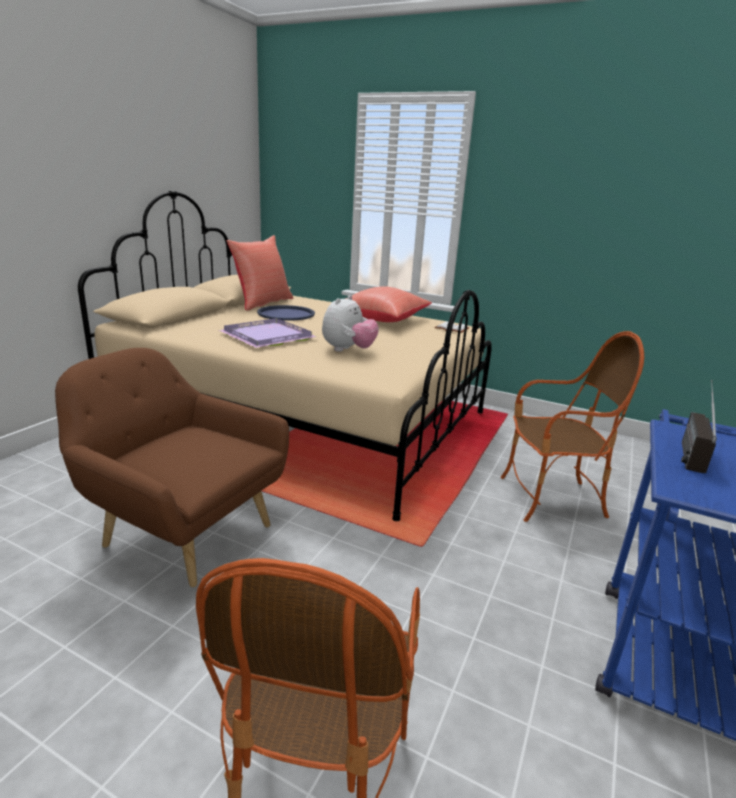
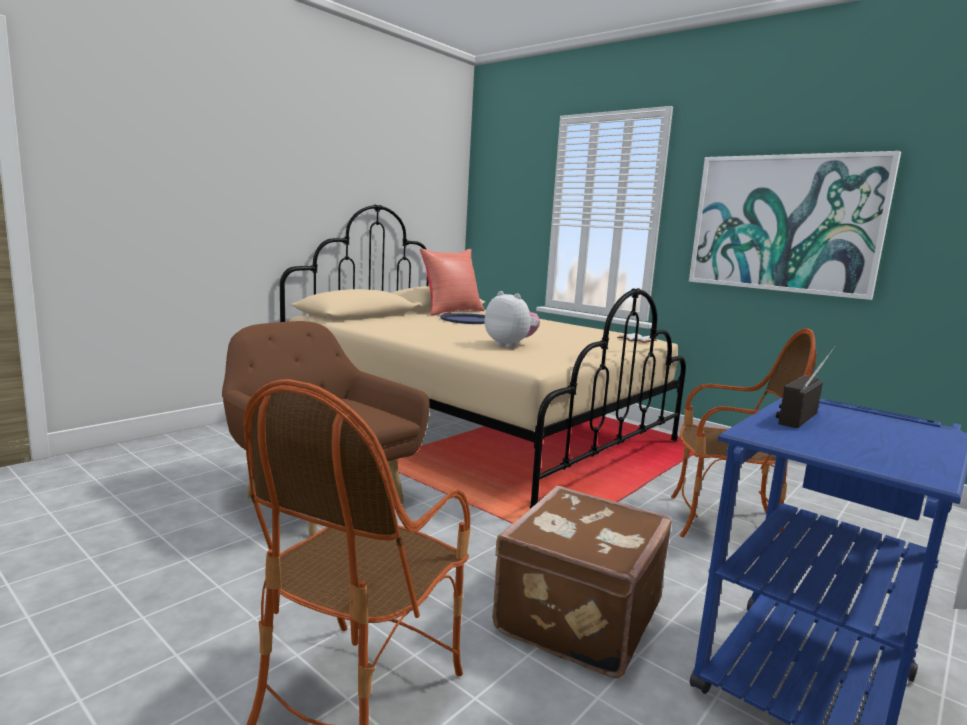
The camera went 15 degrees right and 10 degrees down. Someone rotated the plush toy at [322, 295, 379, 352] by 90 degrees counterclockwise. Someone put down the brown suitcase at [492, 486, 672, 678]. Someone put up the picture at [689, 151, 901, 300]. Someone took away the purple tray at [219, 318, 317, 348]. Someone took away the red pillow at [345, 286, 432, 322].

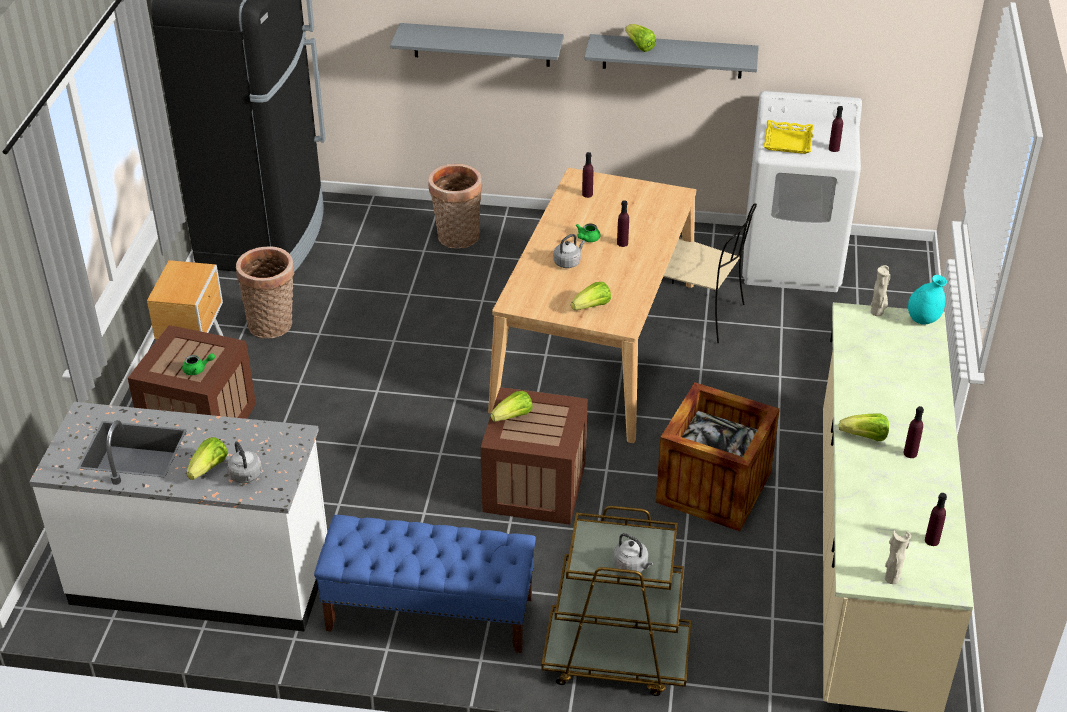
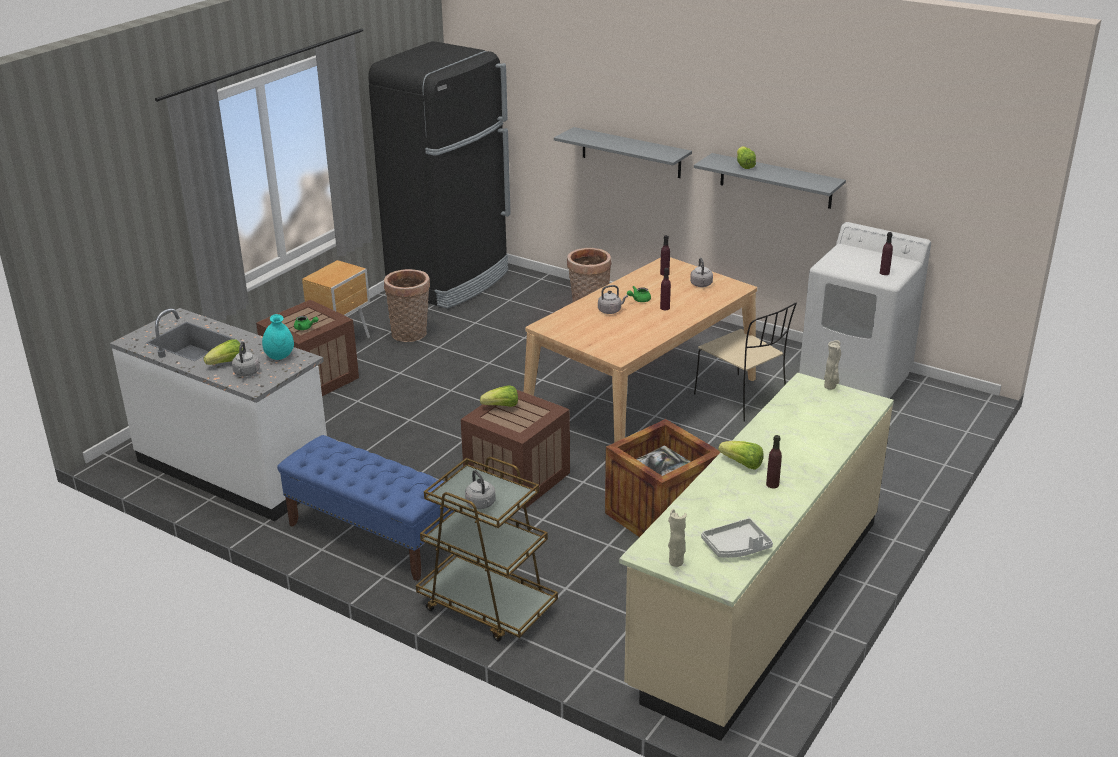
The camera went 25 degrees right and 10 degrees down. Someone carried the turquoise vase from [908, 275, 947, 325] to [262, 314, 294, 360]. Someone put down the grey kettle at [690, 258, 713, 287]. Someone swapped the purple bottle at [925, 493, 947, 546] for the grey tray at [701, 518, 773, 558]. Someone took away the lettuce at [571, 282, 611, 310]. Someone took away the yellow tray at [763, 120, 814, 154].

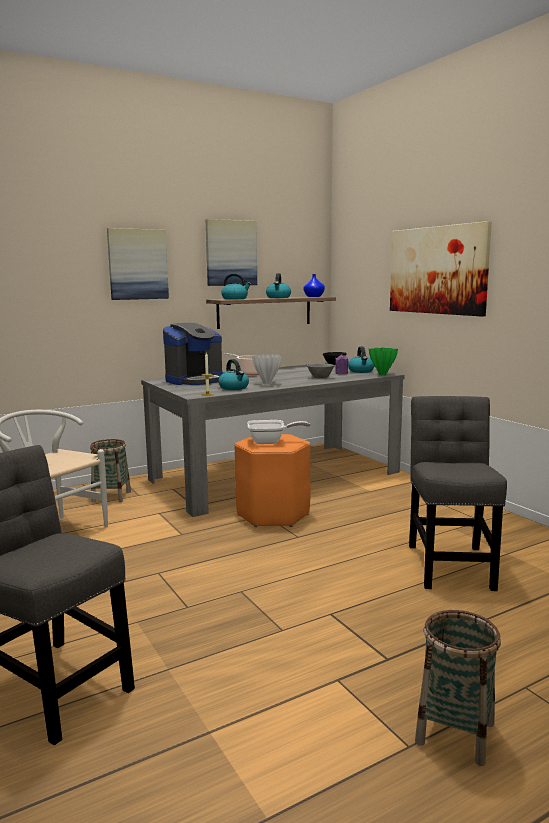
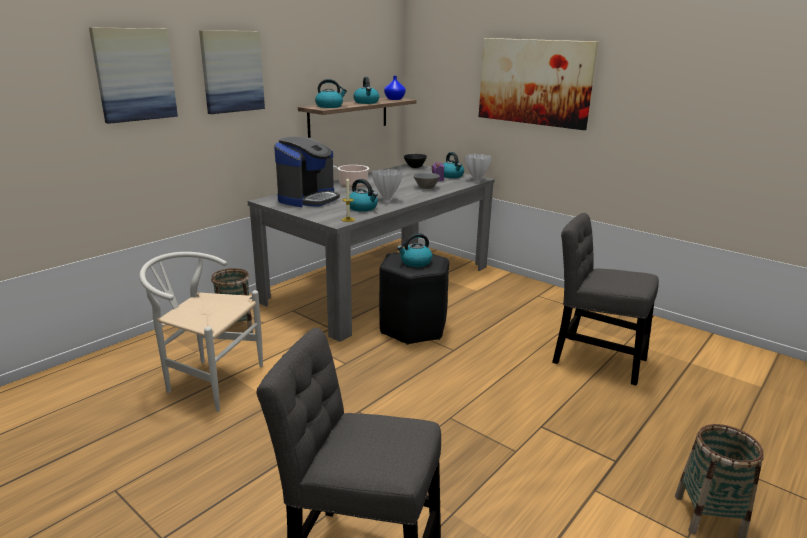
The camera went 20 degrees left and 10 degrees up. Someone carried the picture from [206, 219, 257, 286] to [89, 27, 178, 124]. Someone repainted the orange stool at [234, 434, 311, 527], which became the black stool at [379, 252, 449, 345]. Someone swapped the frying pan at [247, 420, 310, 444] for the kettle at [397, 233, 432, 267]. Someone repainted the green vase at [369, 348, 398, 376], which became the white vase at [465, 154, 492, 182]. Someone rotated the grey chair at [409, 396, 507, 591] by 45 degrees counterclockwise.

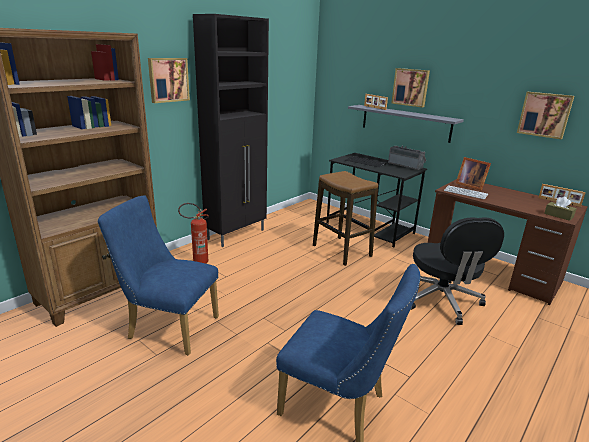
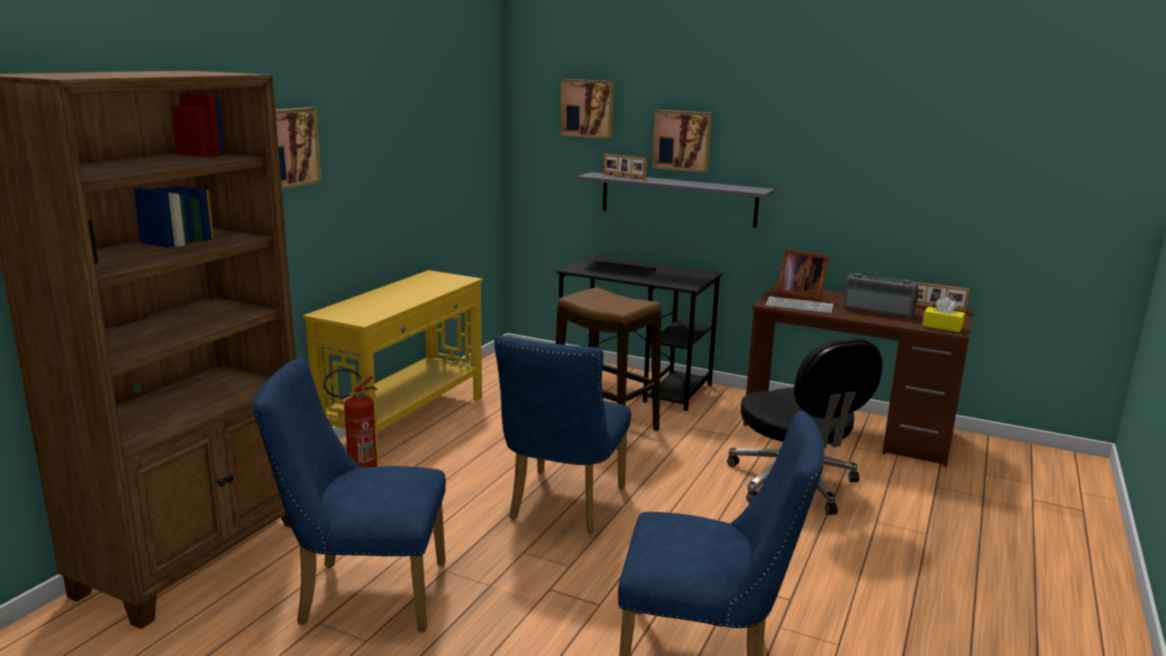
The camera went 15 degrees left and 5 degrees down. Someone swapped the black cabinet at [193, 14, 269, 247] for the yellow console table at [303, 270, 483, 464]. Someone put down the blue chair at [494, 335, 631, 534]. Someone carried the picture from [517, 92, 574, 139] to [560, 79, 615, 139]. Someone carried the radio from [388, 146, 426, 170] to [843, 272, 919, 317]. Someone repainted the brown tissue box at [544, 197, 577, 221], which became the yellow tissue box at [922, 297, 965, 332].

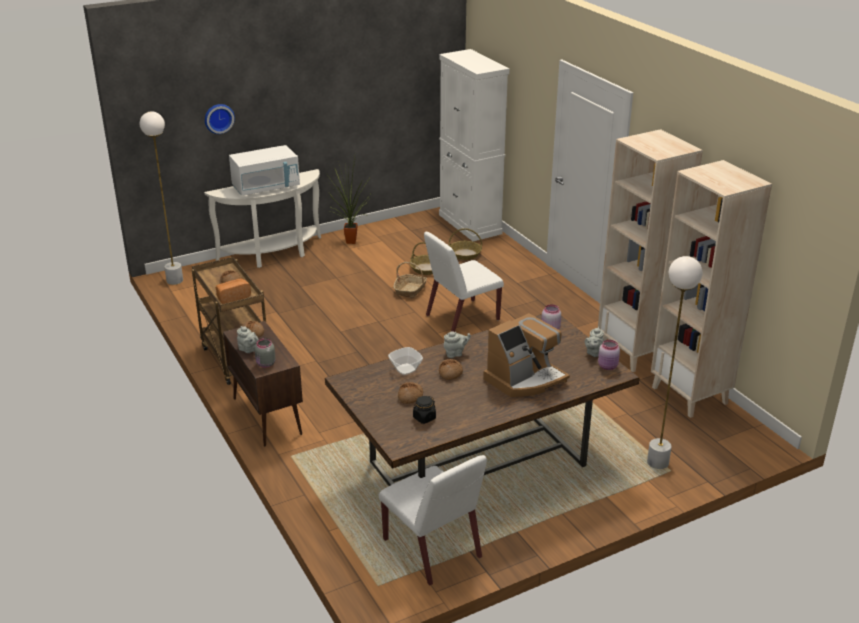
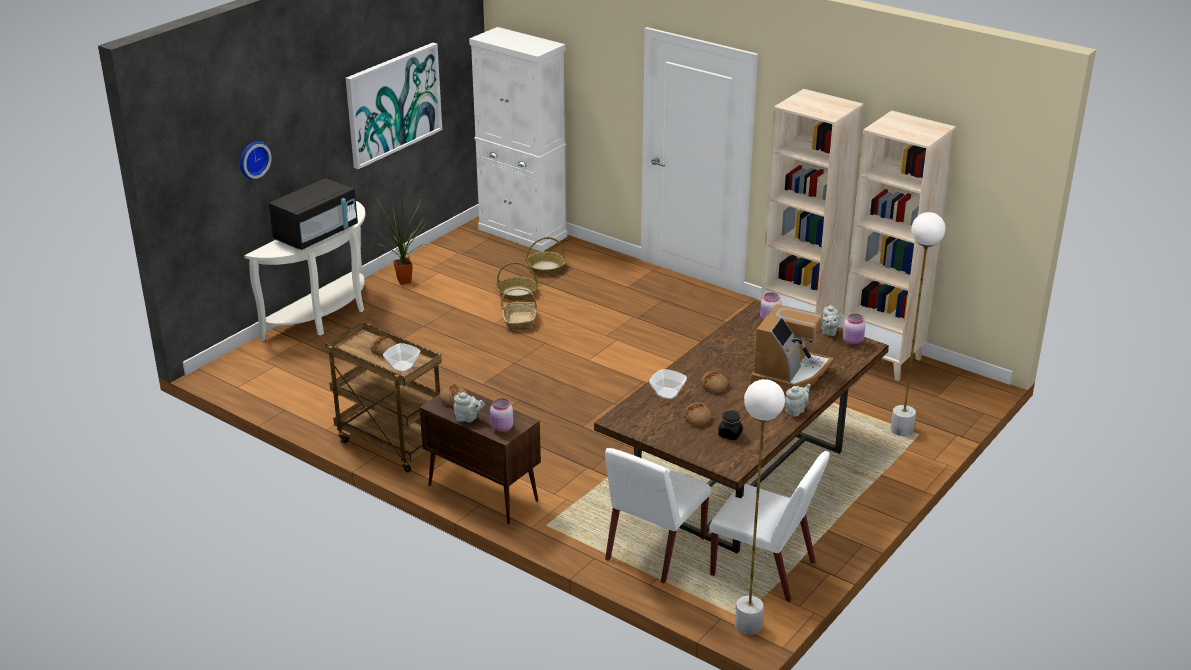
The camera went 25 degrees left and 0 degrees up. Someone repainted the white microwave at [229, 145, 300, 196], which became the black microwave at [269, 178, 358, 250]. Someone put up the picture at [346, 43, 442, 169]. Someone swapped the bread at [216, 278, 251, 304] for the bowl at [383, 343, 421, 372]. Someone repainted the grey jar at [255, 338, 276, 368], which became the pink jar at [490, 398, 513, 432]. Someone carried the white chair from [424, 232, 504, 332] to [605, 448, 711, 584]. Someone carried the white floor lamp from [139, 111, 183, 285] to [735, 379, 785, 635]. Someone carried the grey teapot from [444, 331, 471, 358] to [785, 384, 810, 417].

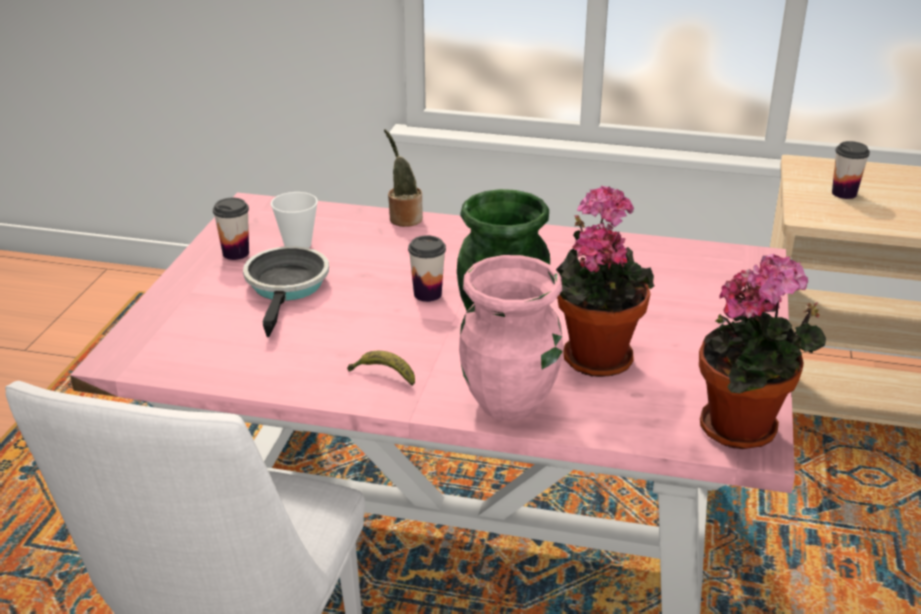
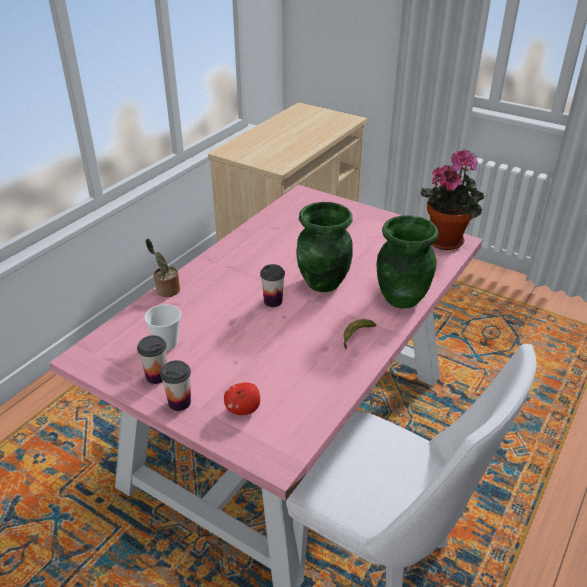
The camera went 70 degrees left and 5 degrees up. Someone carried the cup from [832, 141, 870, 199] to [160, 360, 191, 411]. Someone put down the apple at [224, 382, 260, 415]. Someone repainted the pink vase at [459, 255, 563, 421], which became the green vase at [377, 215, 439, 309]. Someone took away the frying pan at [243, 246, 329, 337]. Someone took away the potted plant at [556, 186, 655, 377].

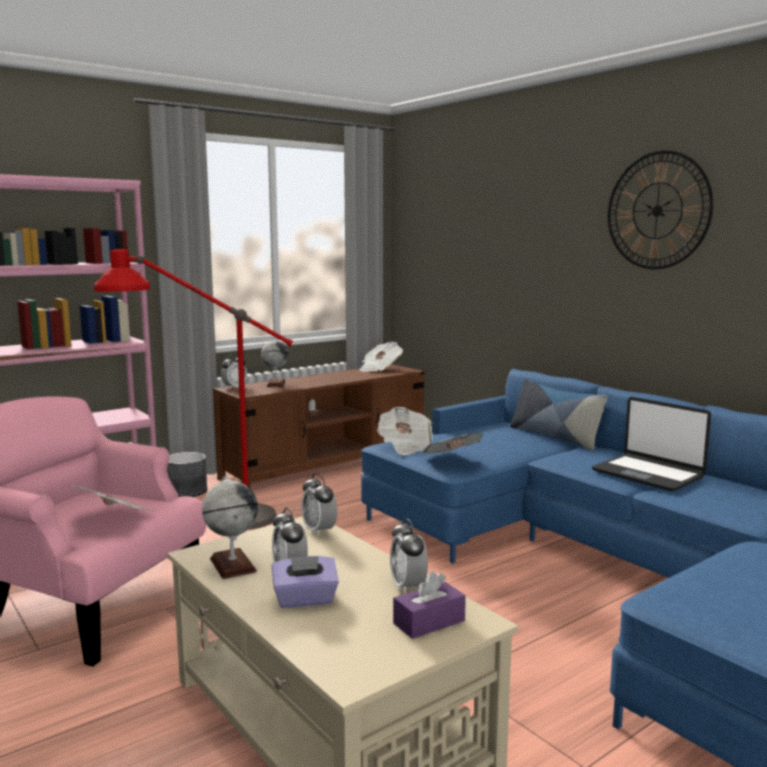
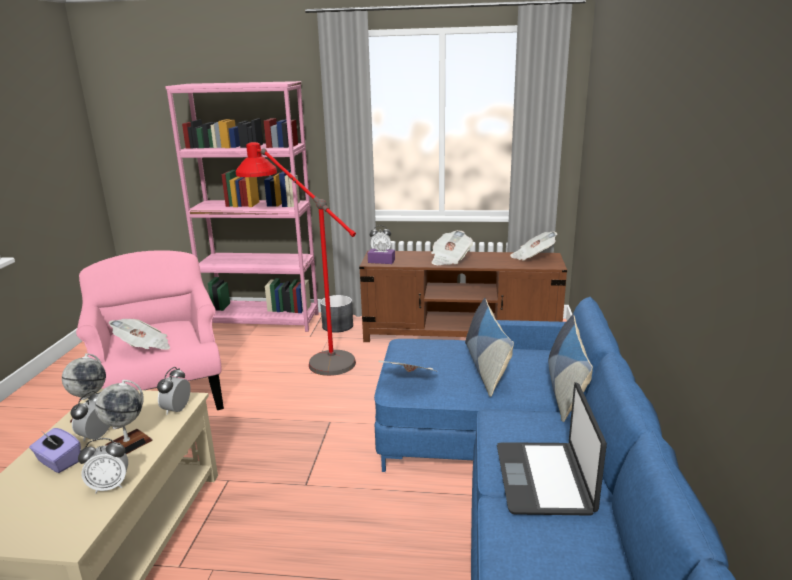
The camera went 45 degrees right and 10 degrees up. Someone rotated the alarm clock at [390, 518, 428, 594] by 135 degrees counterclockwise. Someone carried the globe from [261, 338, 289, 387] to [95, 380, 153, 454]. Someone carried the purple tissue box from [393, 571, 466, 639] to [368, 241, 395, 264]. Someone carried the newspaper from [377, 407, 433, 455] to [431, 230, 473, 265]. Someone put down the pillow at [465, 298, 514, 397]. Someone took away the wall clock at [608, 150, 713, 269].

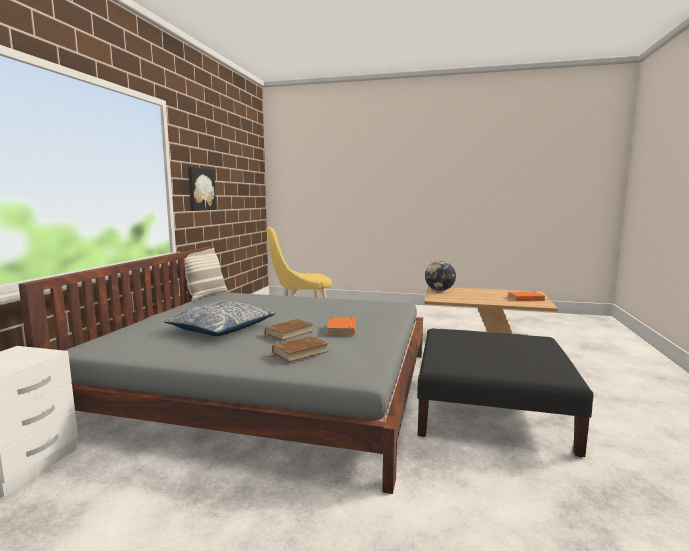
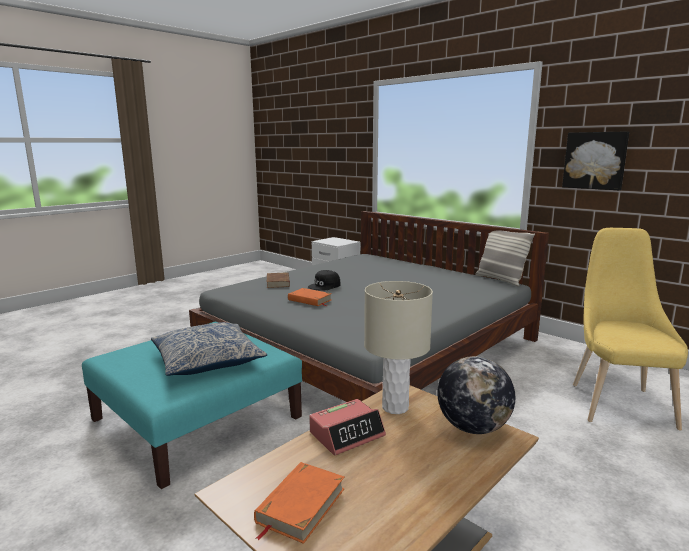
The camera went 120 degrees right and 5 degrees up. Someone repainted the black ottoman at [417, 328, 594, 457], which became the turquoise ottoman at [82, 322, 302, 489]. Someone carried the pillow from [164, 301, 276, 336] to [151, 322, 267, 376]. Someone swapped the brown book at [263, 319, 313, 341] for the black cap at [308, 270, 340, 291]. Someone put down the alarm clock at [309, 399, 386, 455]. Someone put down the beige table lamp at [364, 281, 433, 414].

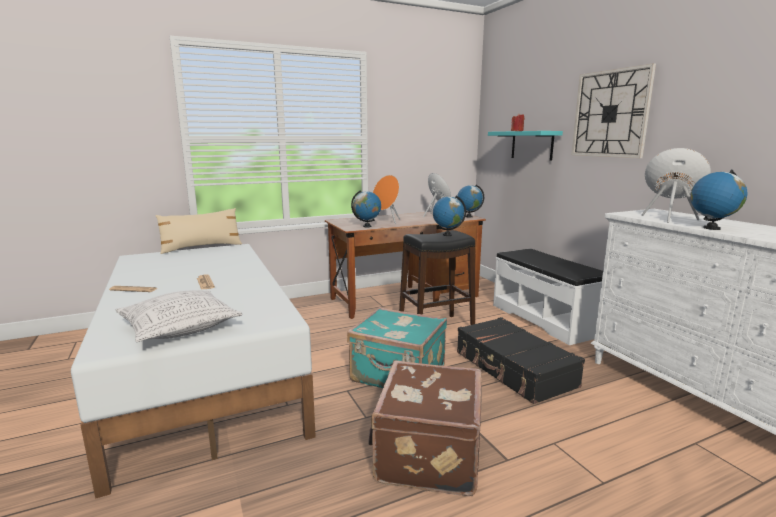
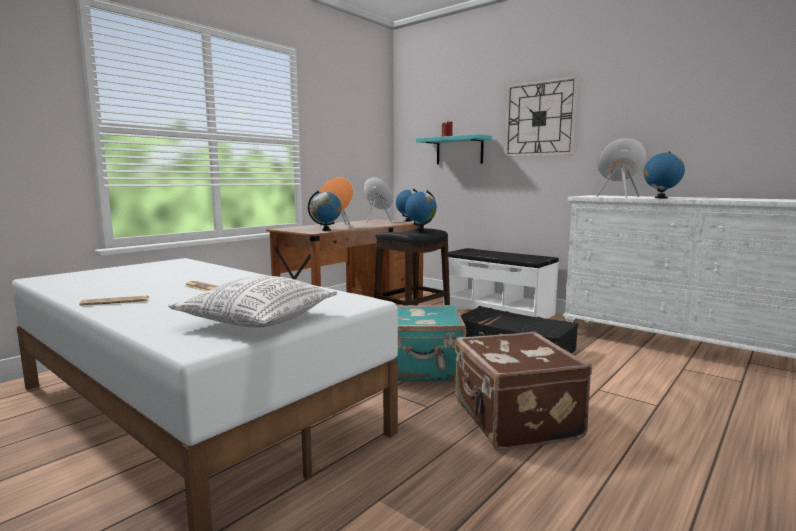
The camera went 25 degrees left and 5 degrees down. Someone took away the beige pillow at [156, 208, 242, 254].

